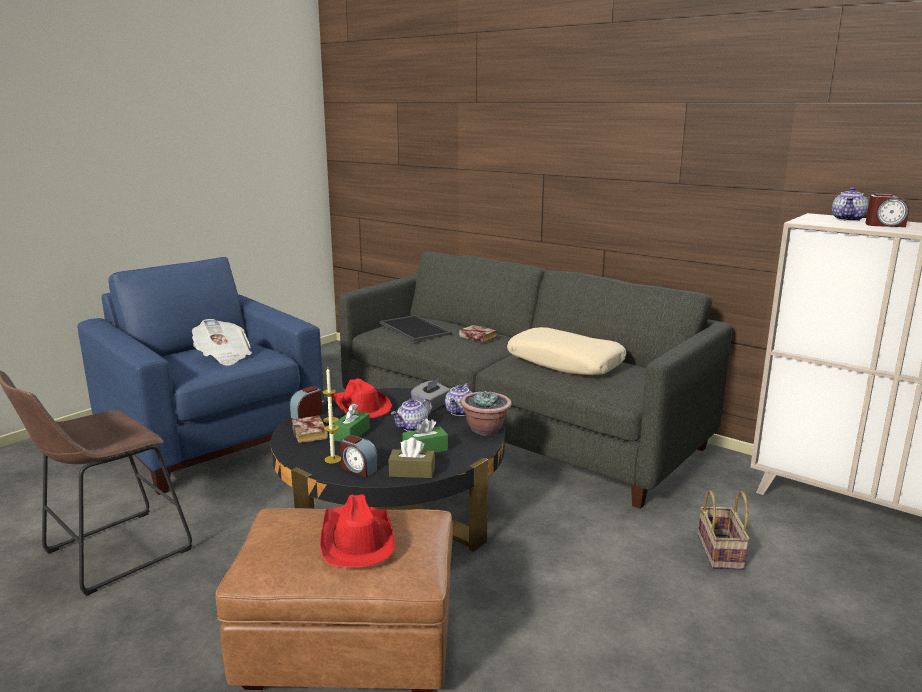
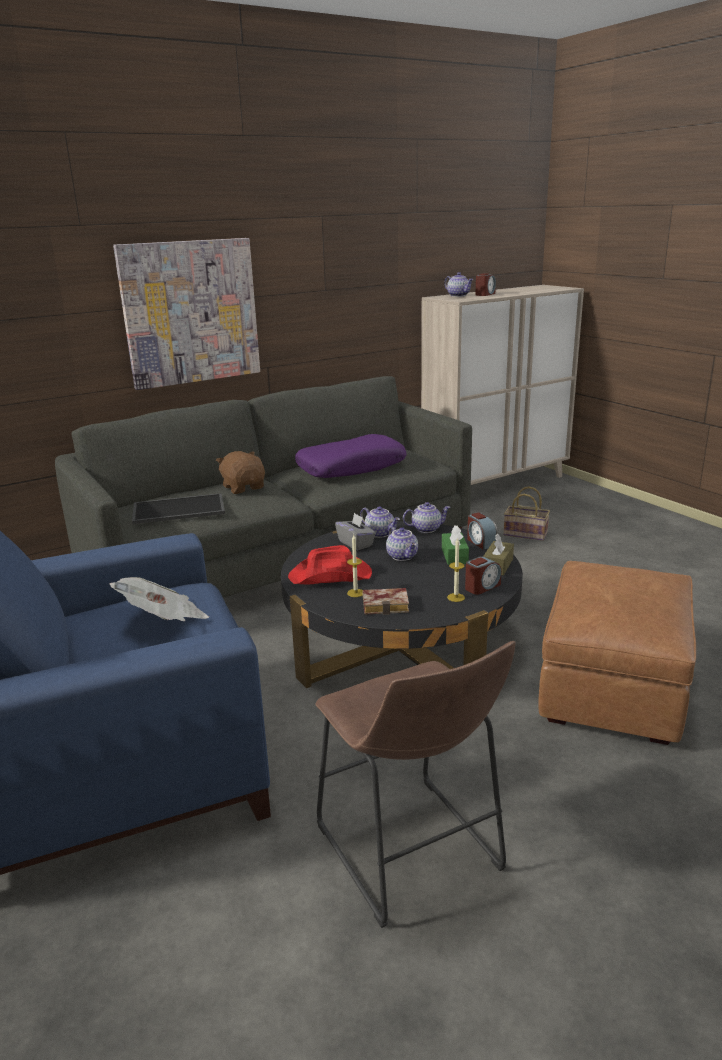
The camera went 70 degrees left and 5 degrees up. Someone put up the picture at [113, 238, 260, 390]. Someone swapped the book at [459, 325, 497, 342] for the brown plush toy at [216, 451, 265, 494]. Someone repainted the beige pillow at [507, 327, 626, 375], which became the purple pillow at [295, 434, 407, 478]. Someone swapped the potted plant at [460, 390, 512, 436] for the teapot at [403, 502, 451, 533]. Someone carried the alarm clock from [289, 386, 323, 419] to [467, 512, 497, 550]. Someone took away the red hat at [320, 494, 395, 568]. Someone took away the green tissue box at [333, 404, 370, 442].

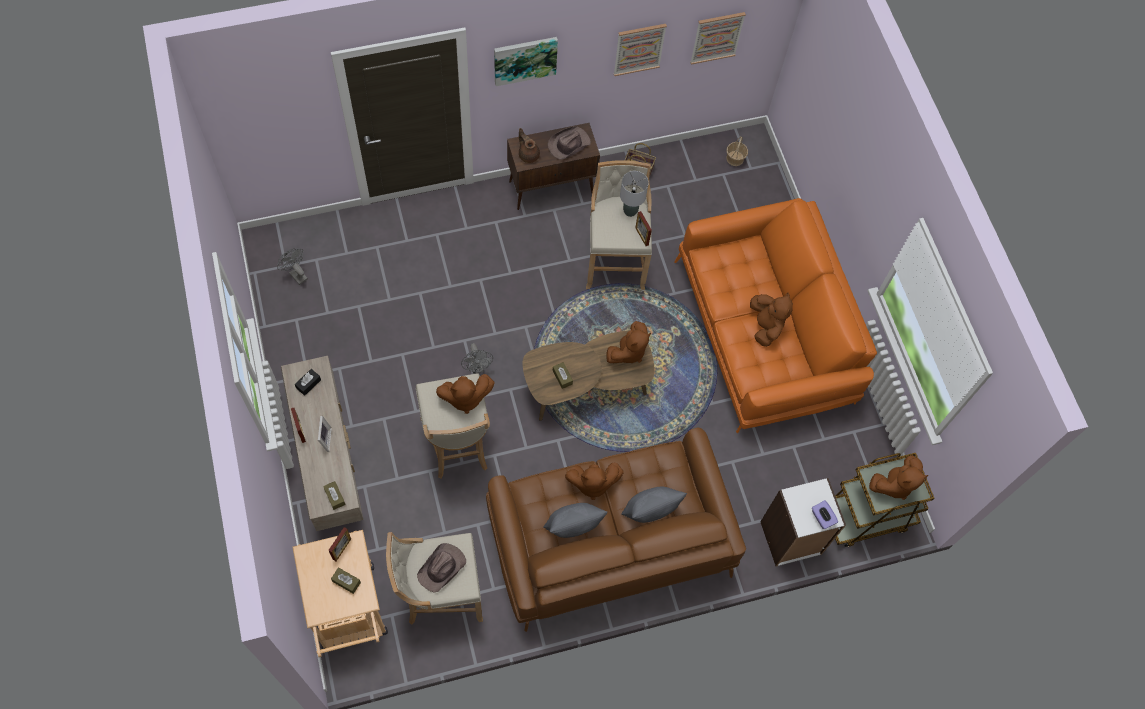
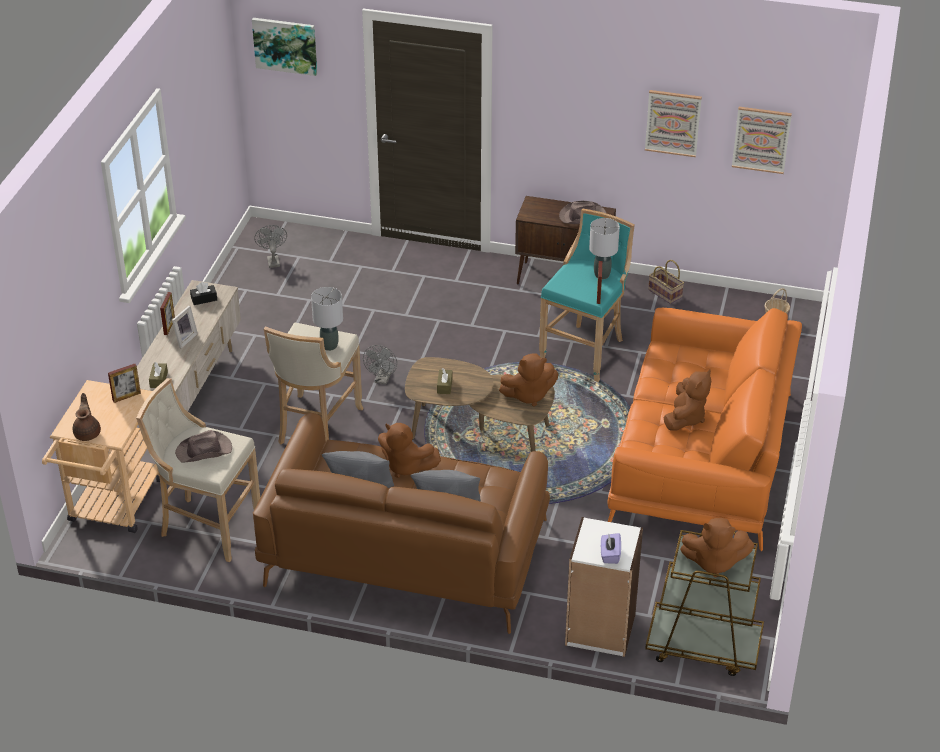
The camera went 35 degrees right and 25 degrees down. Someone carried the brown teapot from [519, 128, 540, 163] to [73, 393, 101, 441]. Someone carried the picture from [494, 37, 558, 86] to [252, 18, 317, 76]. Someone swapped the brown plush toy at [436, 374, 494, 414] for the grey table lamp at [311, 287, 343, 351]. Someone repainted the beige stool at [586, 160, 652, 290], which became the turquoise stool at [539, 209, 635, 382]. Someone took away the brown tissue box at [331, 567, 361, 594].

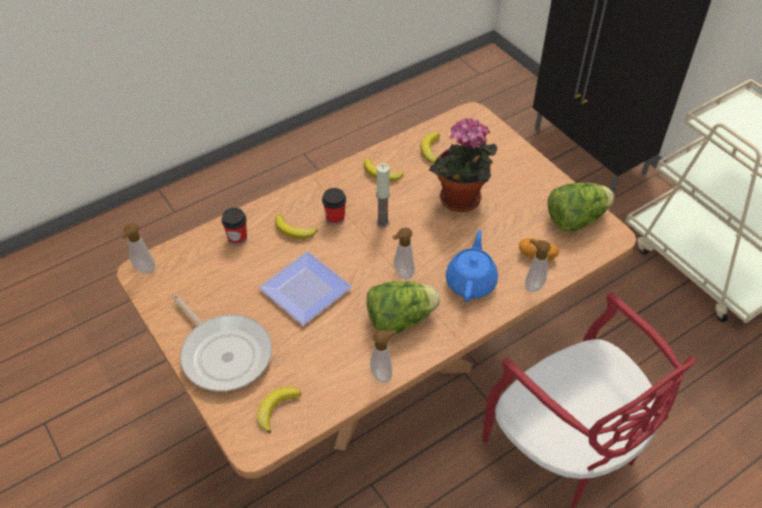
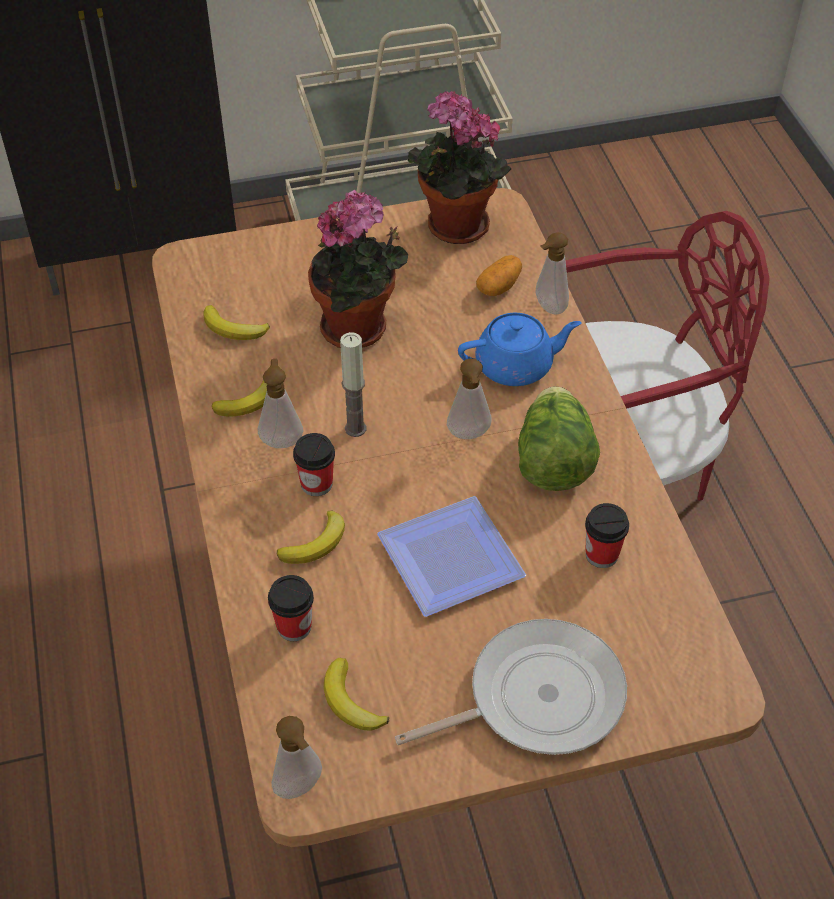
The camera went 70 degrees left and 0 degrees up. Someone carried the soap dispenser from [370, 330, 396, 383] to [258, 359, 304, 448]. Someone carried the banana from [257, 387, 301, 433] to [324, 658, 389, 731]. Someone swapped the lettuce at [547, 183, 614, 232] for the potted plant at [408, 91, 512, 244]. Someone rotated the blue teapot at [446, 230, 498, 302] by 135 degrees clockwise. Someone put down the cup at [585, 503, 629, 568].

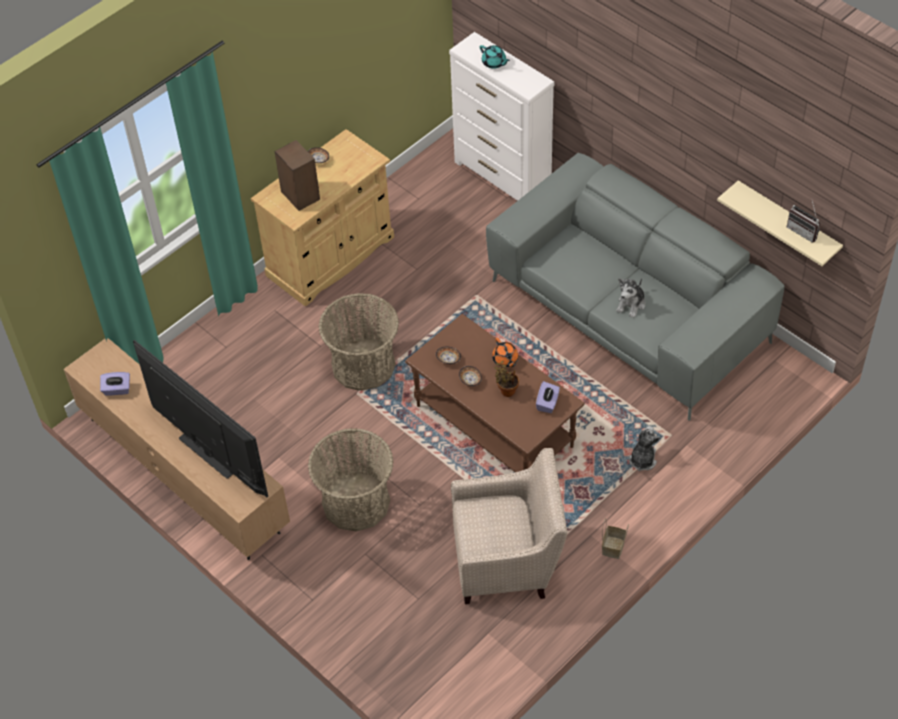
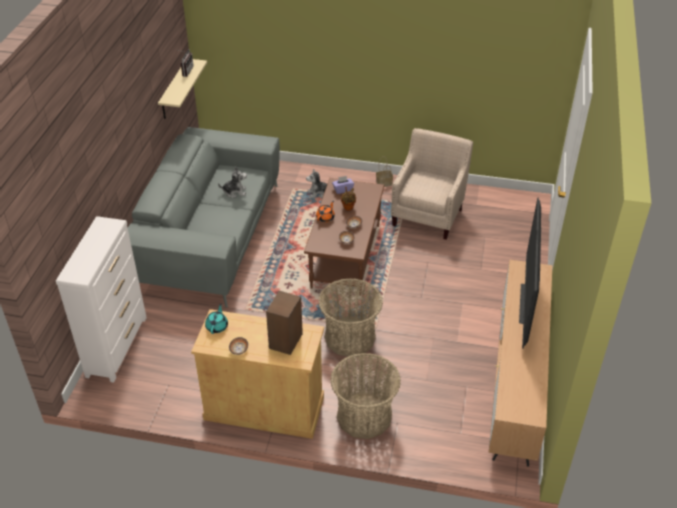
The camera went 125 degrees left and 10 degrees down. Someone carried the turquoise teapot from [480, 45, 510, 69] to [205, 304, 228, 334]. Someone carried the basket from [308, 428, 394, 532] to [330, 353, 401, 439]. Someone rotated the beige armchair at [451, 448, 567, 604] by 60 degrees clockwise. Someone took away the purple tissue box at [100, 372, 130, 396].

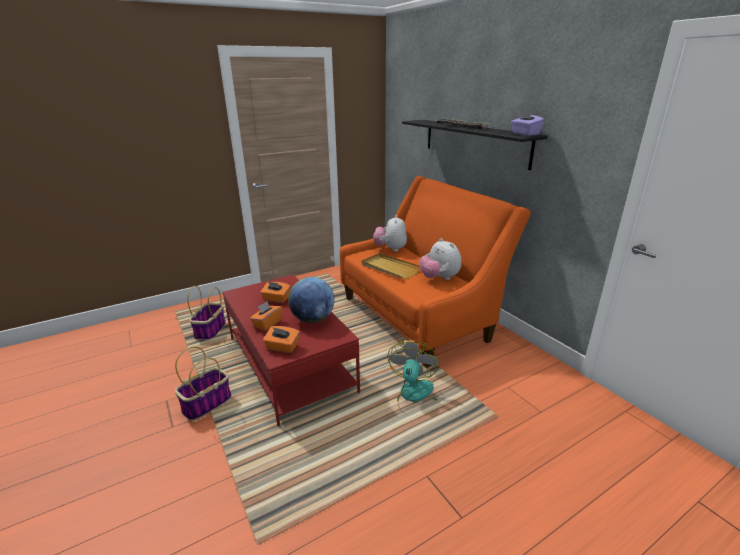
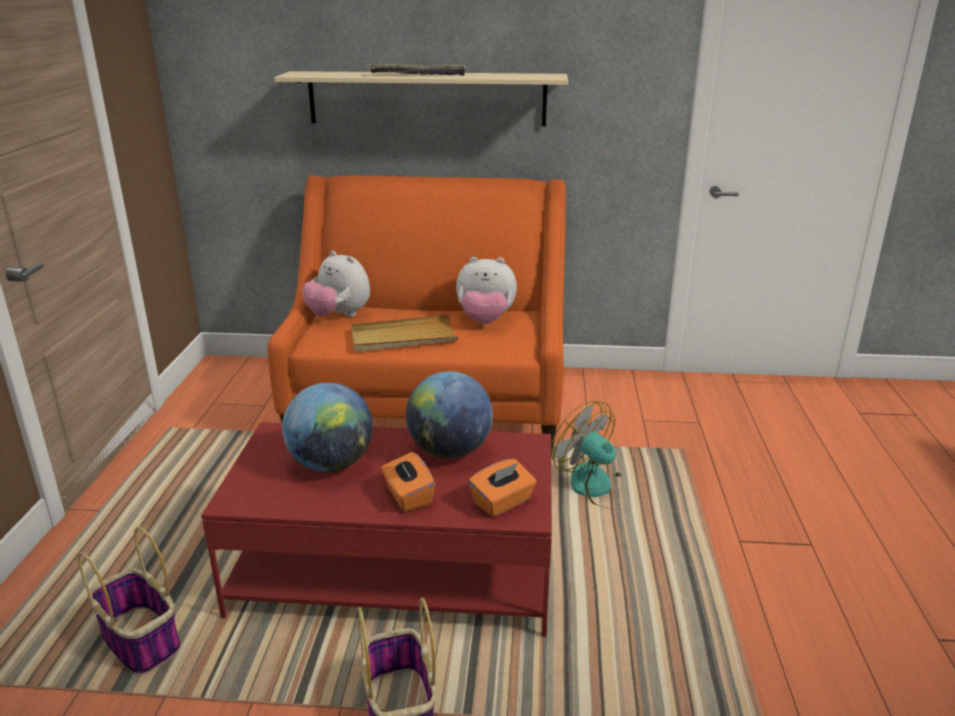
The camera went 55 degrees left and 0 degrees up. Someone repainted the black shelf at [402, 120, 548, 170], which became the beige shelf at [274, 71, 568, 126]. Someone swapped the orange tissue box at [260, 282, 291, 303] for the globe at [282, 382, 373, 472]. Someone took away the purple tissue box at [511, 110, 545, 136].

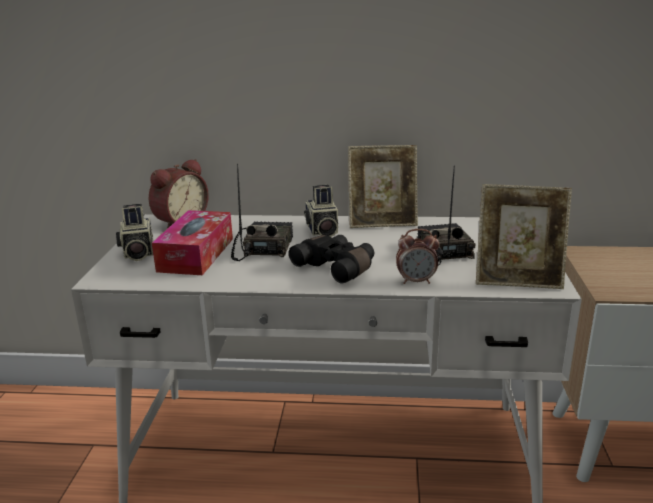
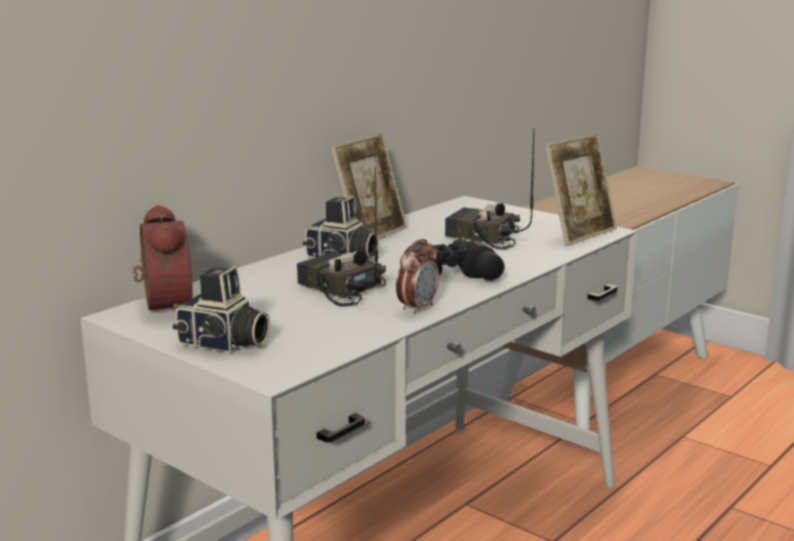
The camera went 55 degrees left and 5 degrees down. Someone carried the alarm clock from [396, 229, 439, 284] to [396, 239, 440, 314]. Someone took away the tissue box at [152, 210, 233, 275].

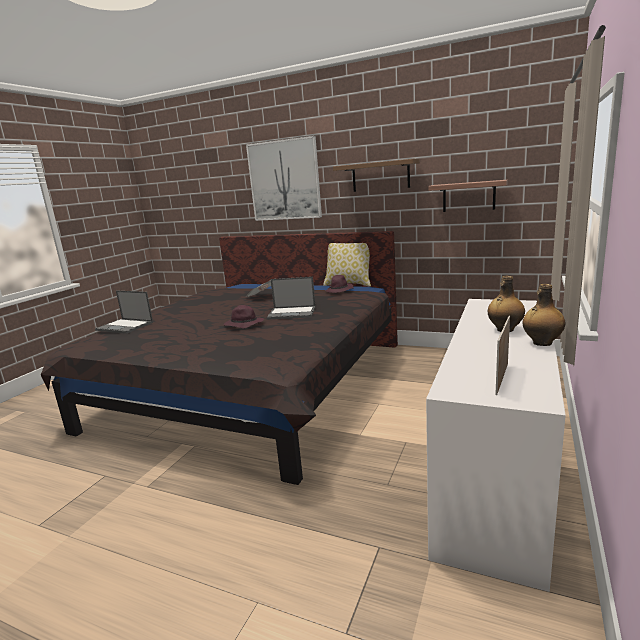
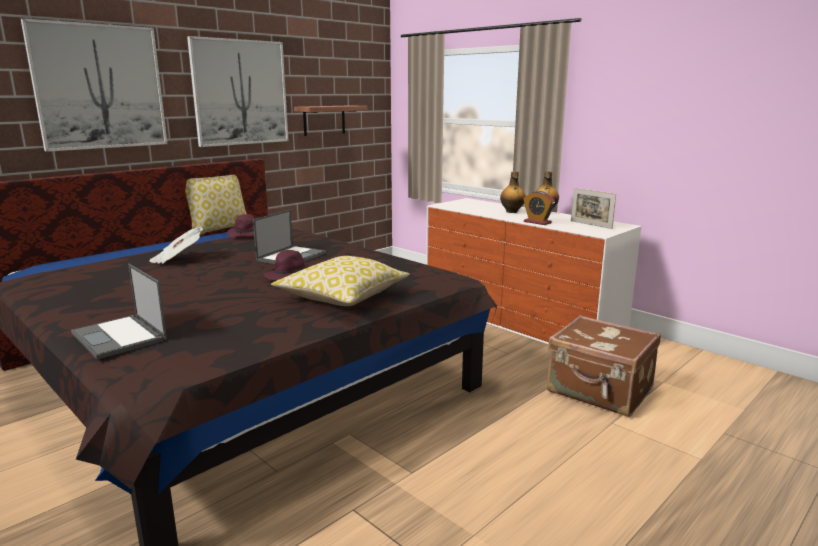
The camera went 70 degrees left and 0 degrees up. Someone rotated the laptop at [95, 290, 153, 334] by 90 degrees clockwise. Someone swapped the brown shelf at [333, 159, 420, 192] for the picture at [187, 36, 289, 147]. Someone put down the pillow at [271, 256, 410, 306]. Someone put down the alarm clock at [523, 191, 555, 225]. Someone put down the brown suitcase at [547, 315, 661, 417].

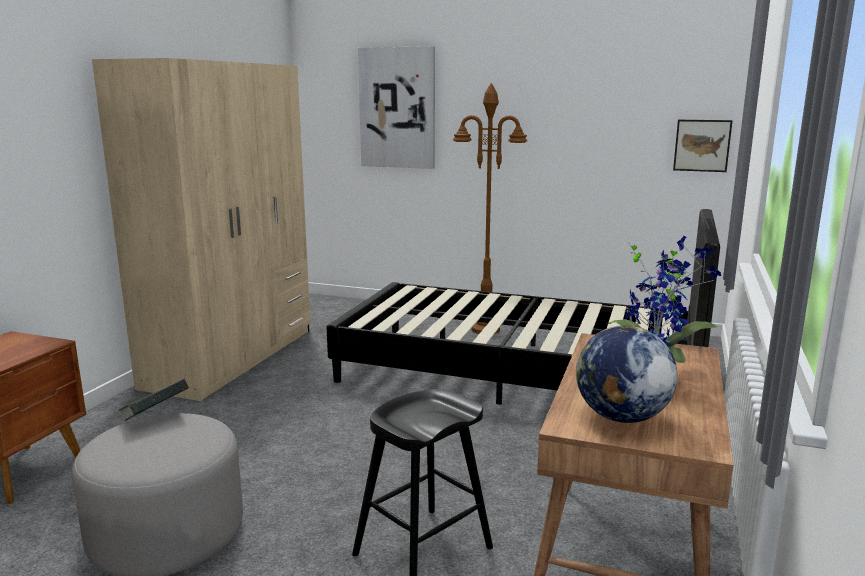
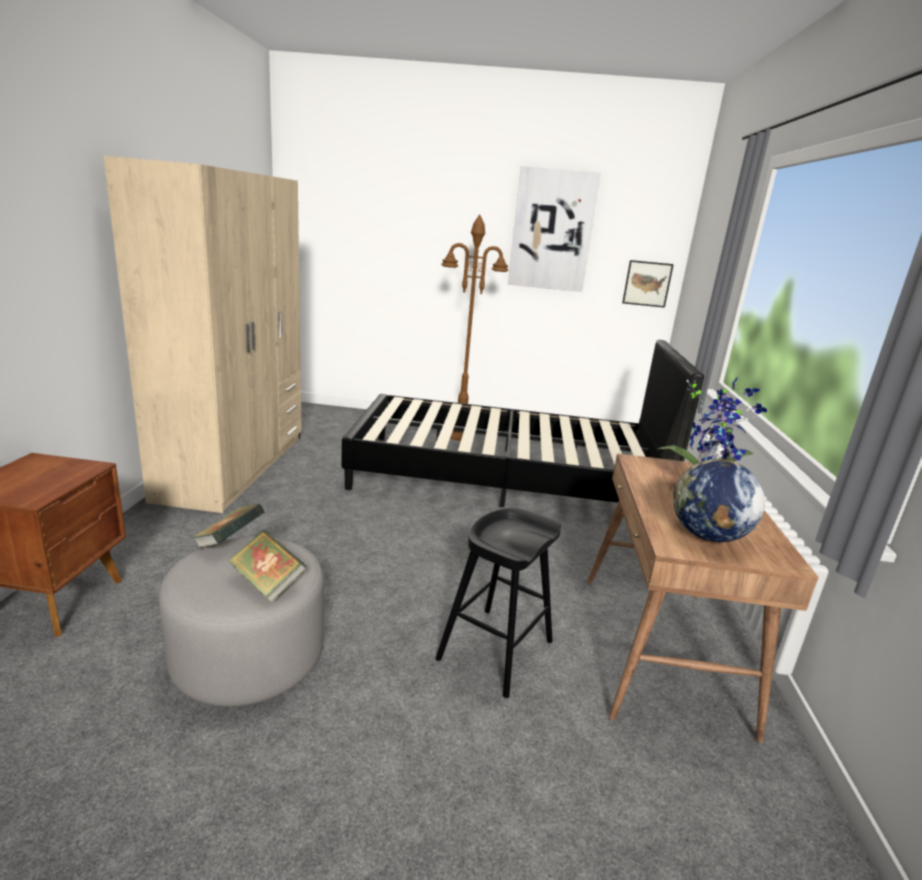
The camera went 15 degrees left and 5 degrees up. Someone put down the book at [228, 530, 307, 603]. Someone carried the picture from [358, 46, 435, 169] to [508, 166, 600, 292].

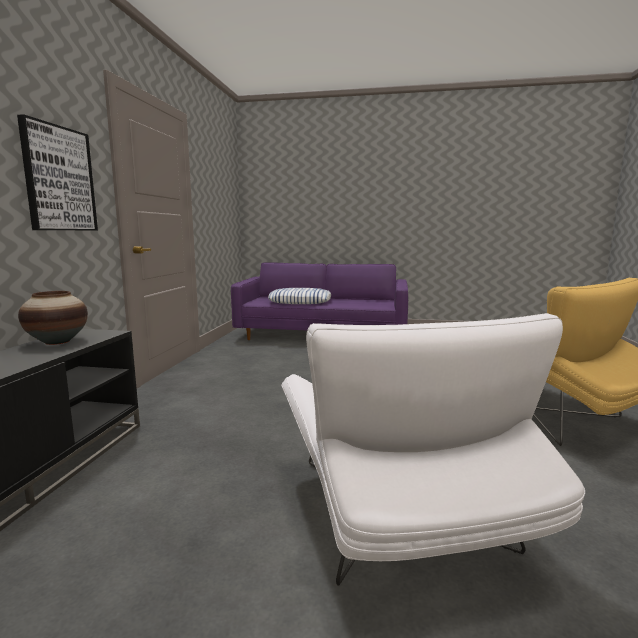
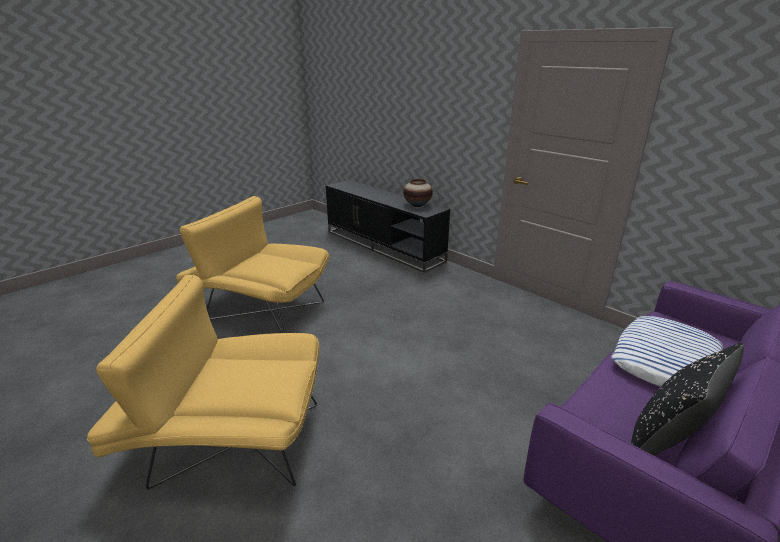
The camera went 125 degrees right and 15 degrees up. Someone repainted the white armchair at [281, 313, 585, 586], which became the yellow armchair at [176, 196, 330, 333]. Someone put down the black pillow at [631, 343, 744, 456]. Someone took away the picture at [17, 114, 98, 231].

